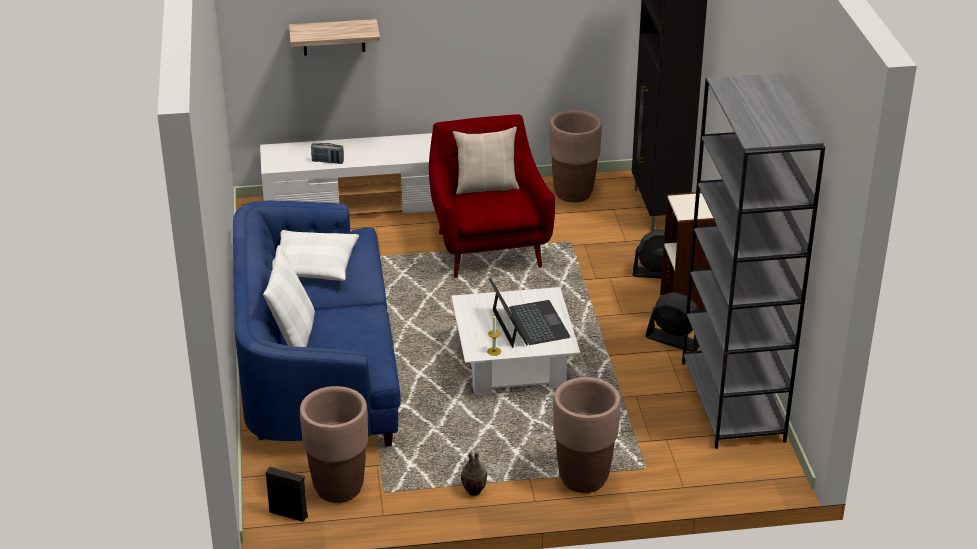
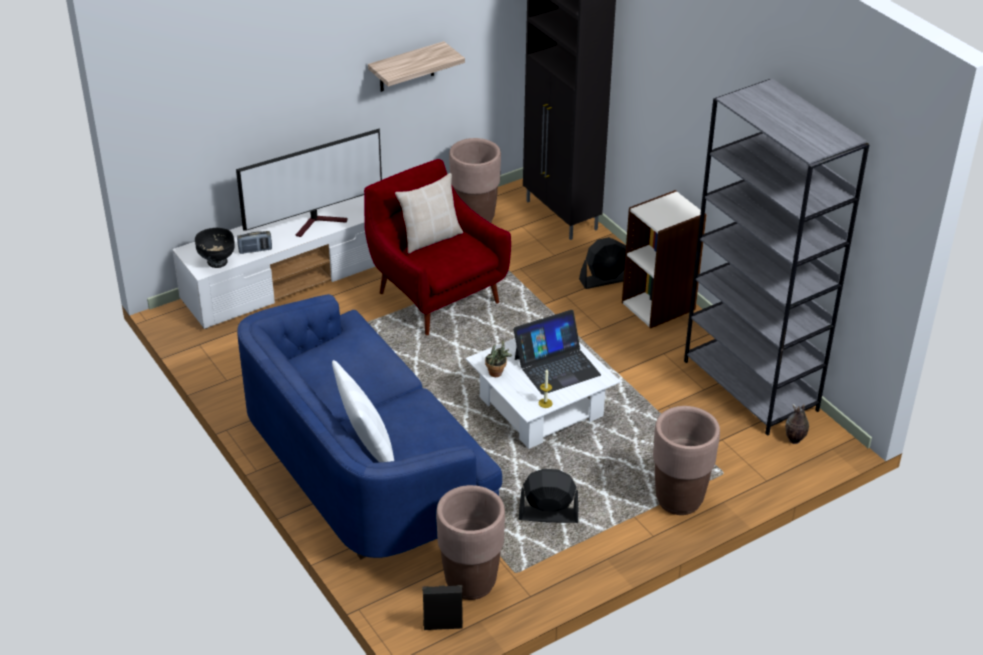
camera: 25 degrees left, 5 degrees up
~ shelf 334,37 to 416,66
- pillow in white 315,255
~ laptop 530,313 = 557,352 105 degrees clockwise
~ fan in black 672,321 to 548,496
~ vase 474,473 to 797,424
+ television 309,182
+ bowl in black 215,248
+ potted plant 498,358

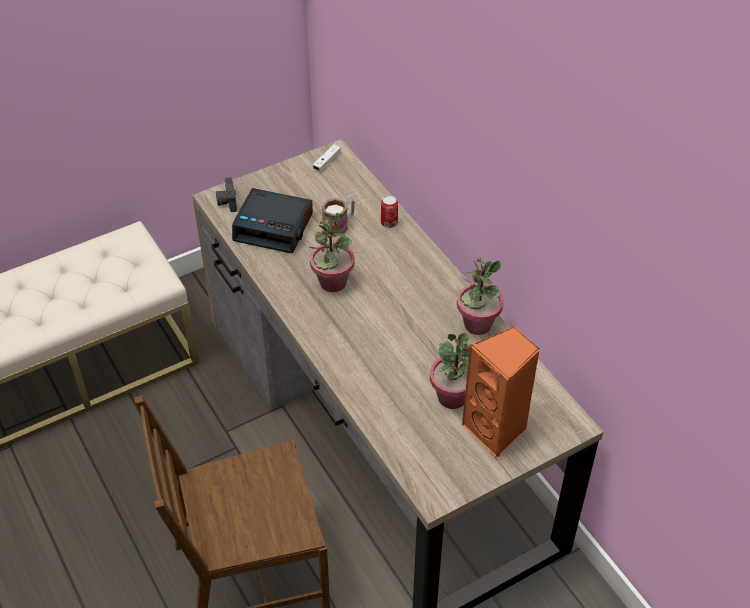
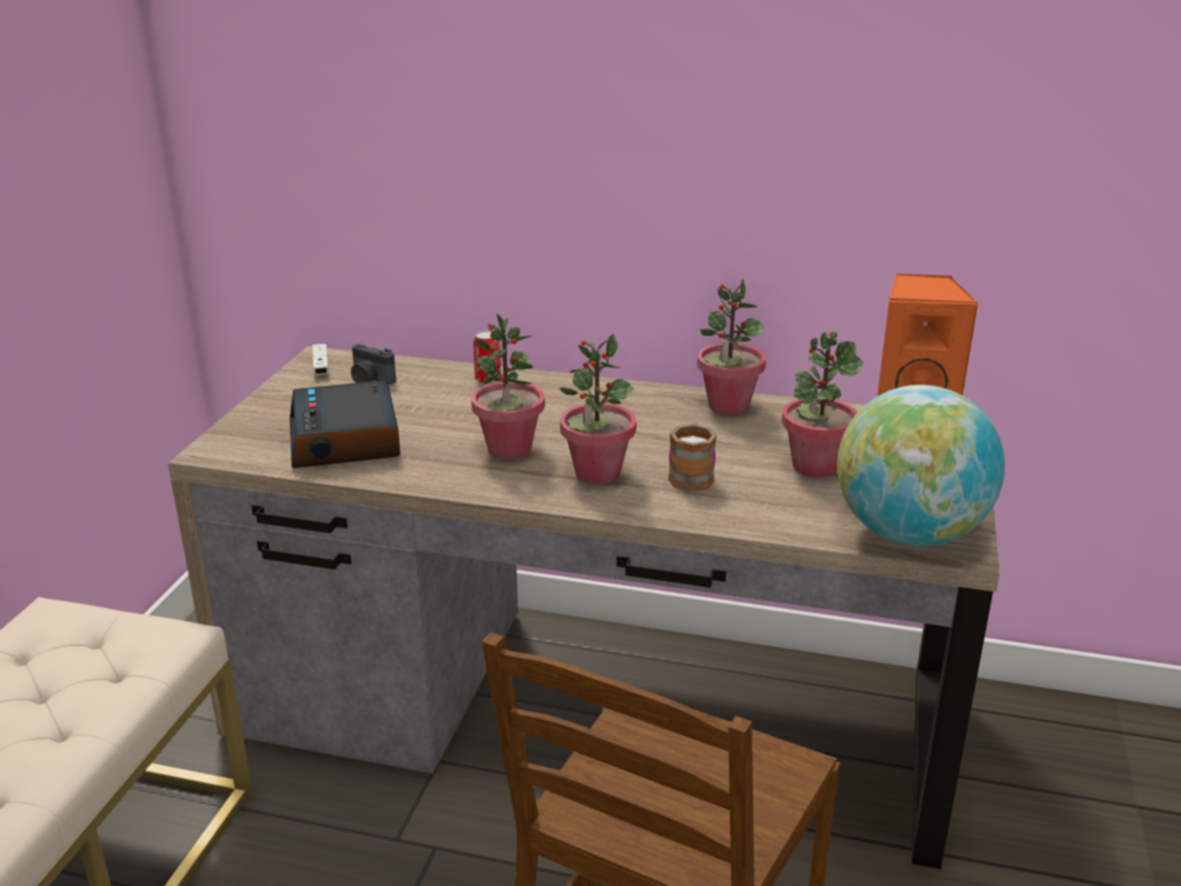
camera: 45 degrees left, 20 degrees down
~ photo camera 226,194 to 373,364
~ alarm clock 272,220 = 345,424 105 degrees clockwise
~ mug 338,217 to 692,456
+ potted plant 598,409
+ globe 921,465

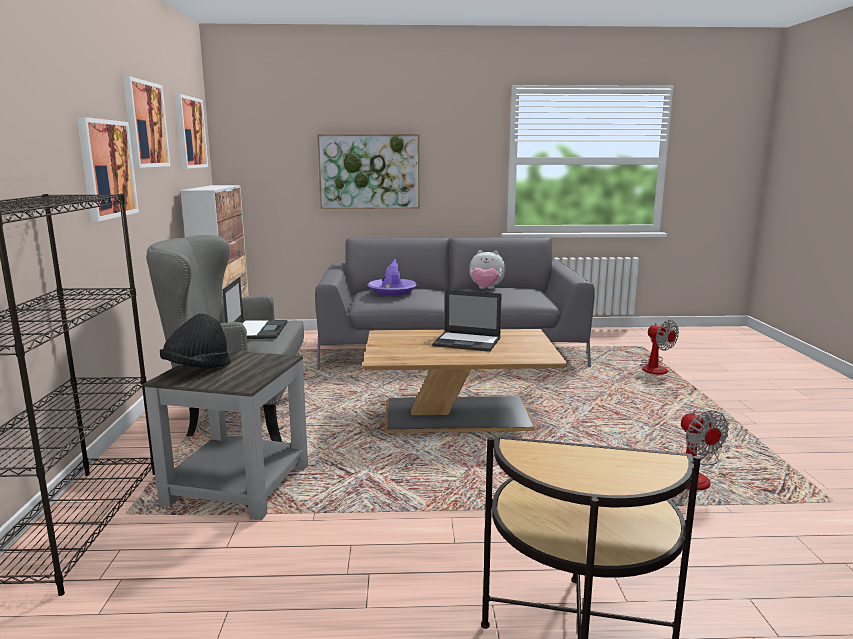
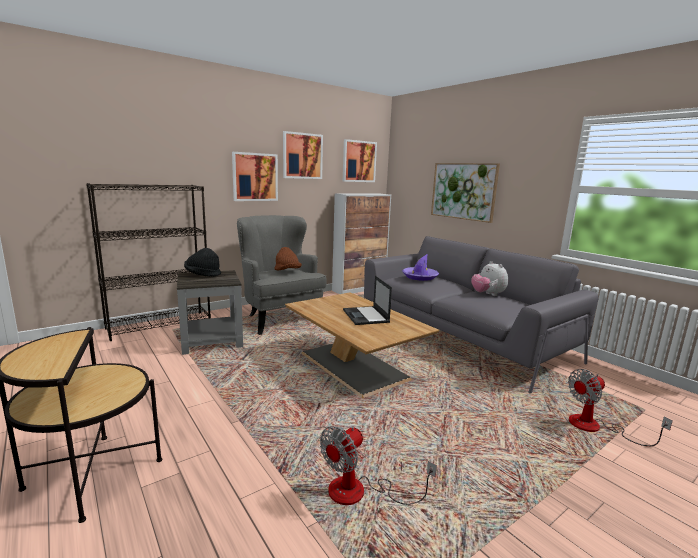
camera: 55 degrees right, 0 degrees up
~ laptop 255,308 to hat in brown 288,258
~ fan 659,347 = 620,407 45 degrees clockwise

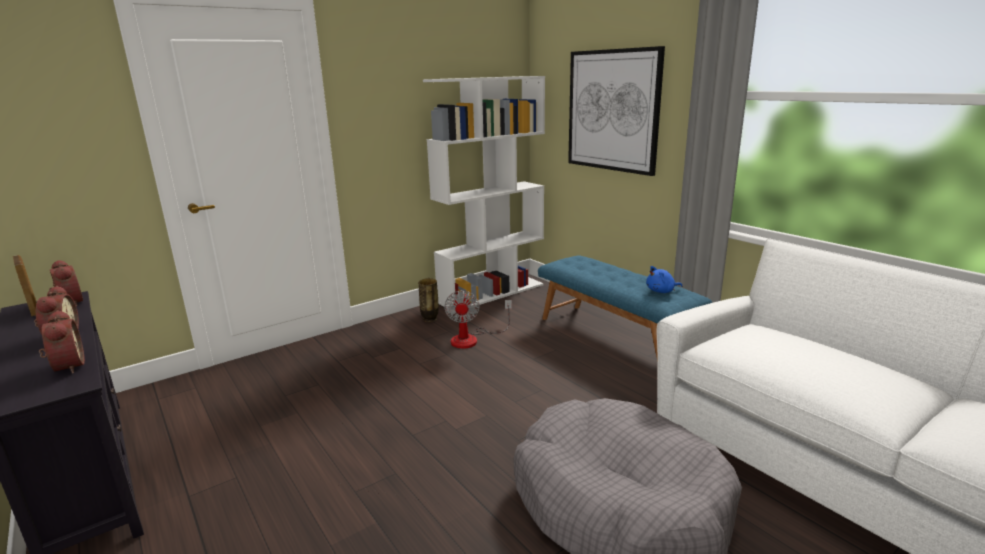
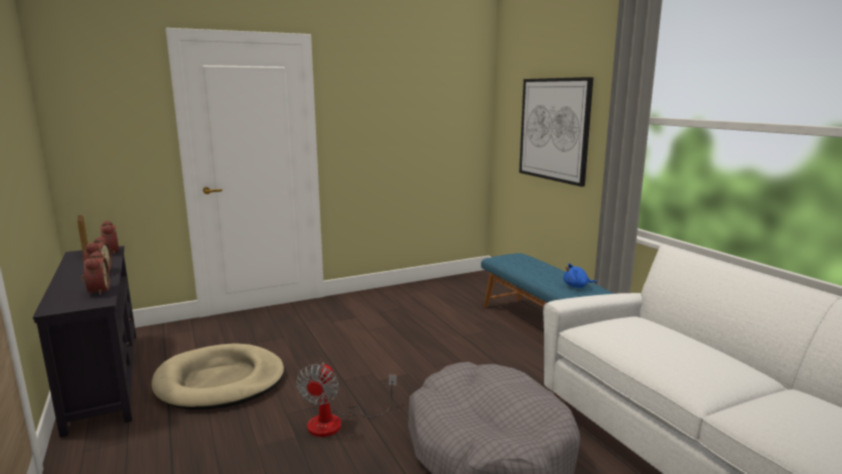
camera: 10 degrees right, 5 degrees down
- bookcase in white 484,192
- vase 428,300
~ fan 478,319 to 346,400
+ dog bed in beige 217,376

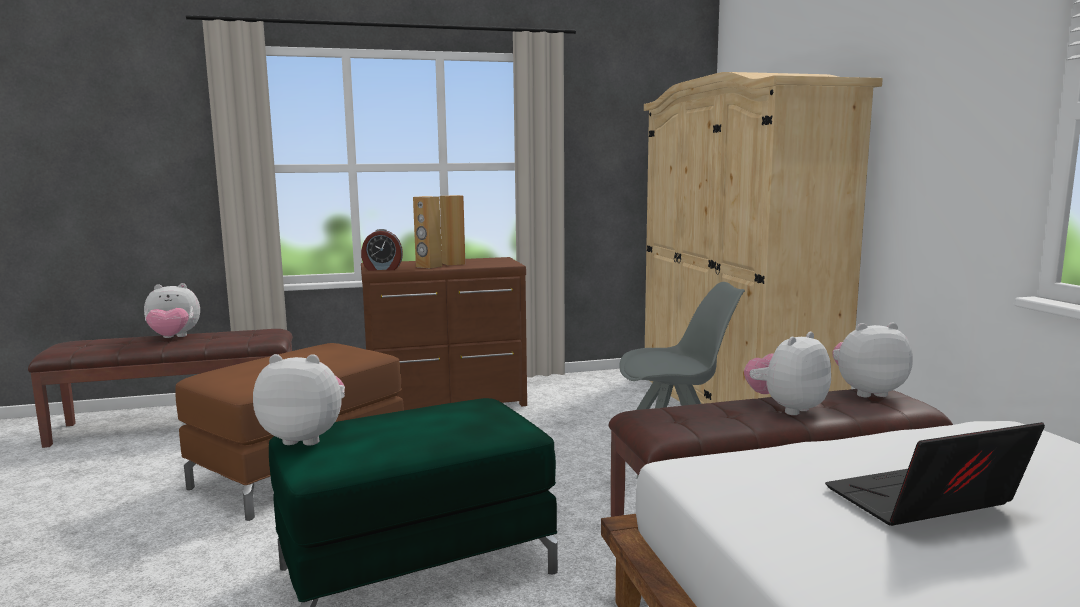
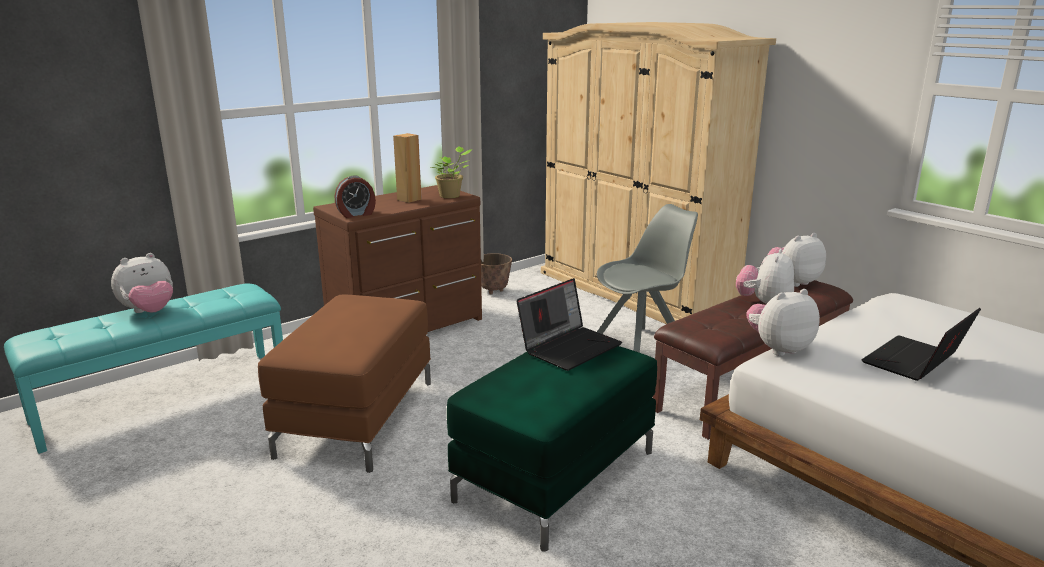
camera: 25 degrees left, 10 degrees up
- speaker in brown 427,232
~ bench in brown 160,388 to bench in turquoise 143,369
~ plush toy 299,399 to 783,322
+ potted plant 451,172
+ planter 496,274
+ laptop 569,324

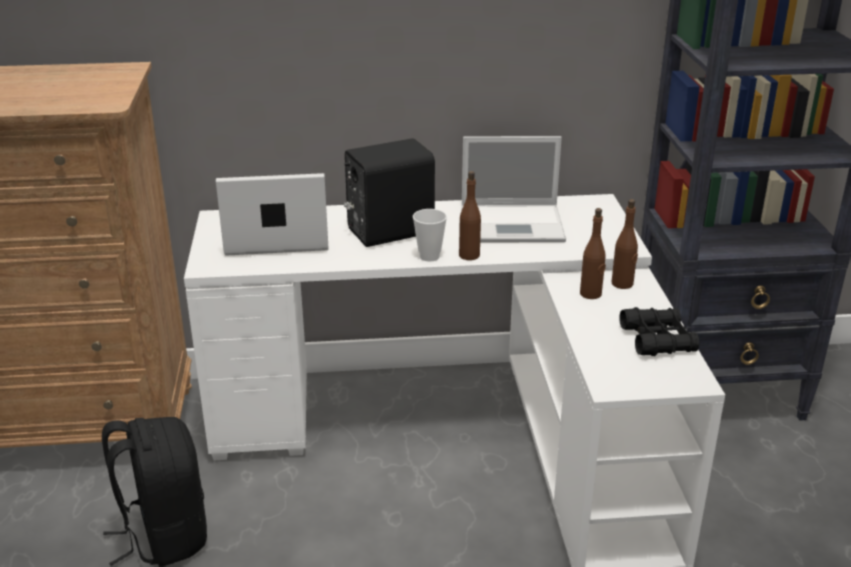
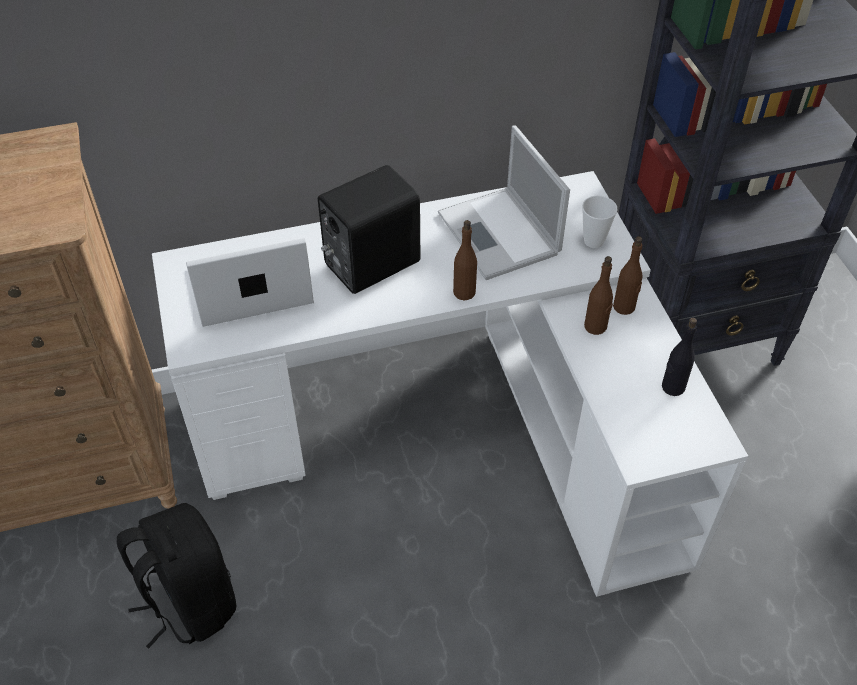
camera: 10 degrees left, 20 degrees up
~ laptop 514,189 = 504,202 75 degrees clockwise
~ cup 430,235 to 600,222
~ binoculars in black 659,331 to bottle in black 679,357

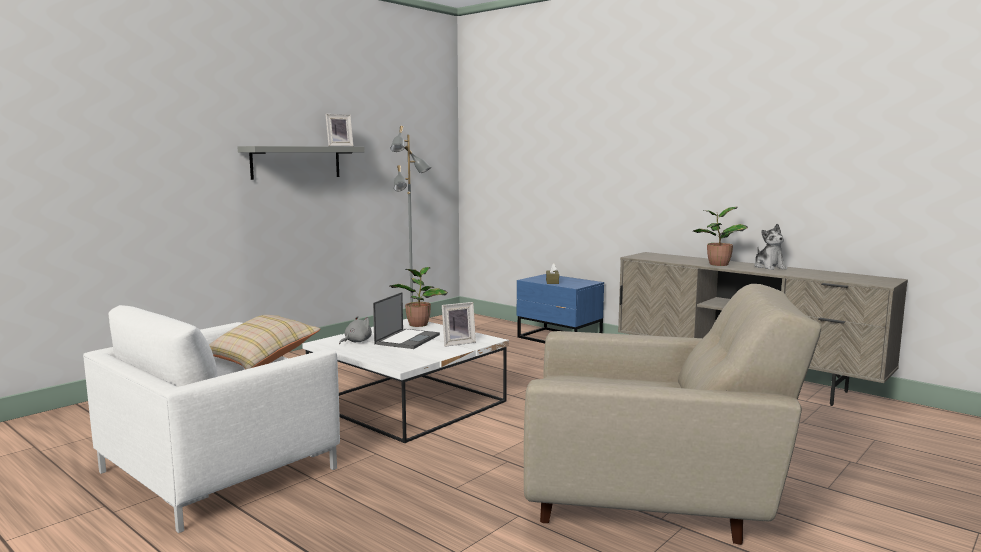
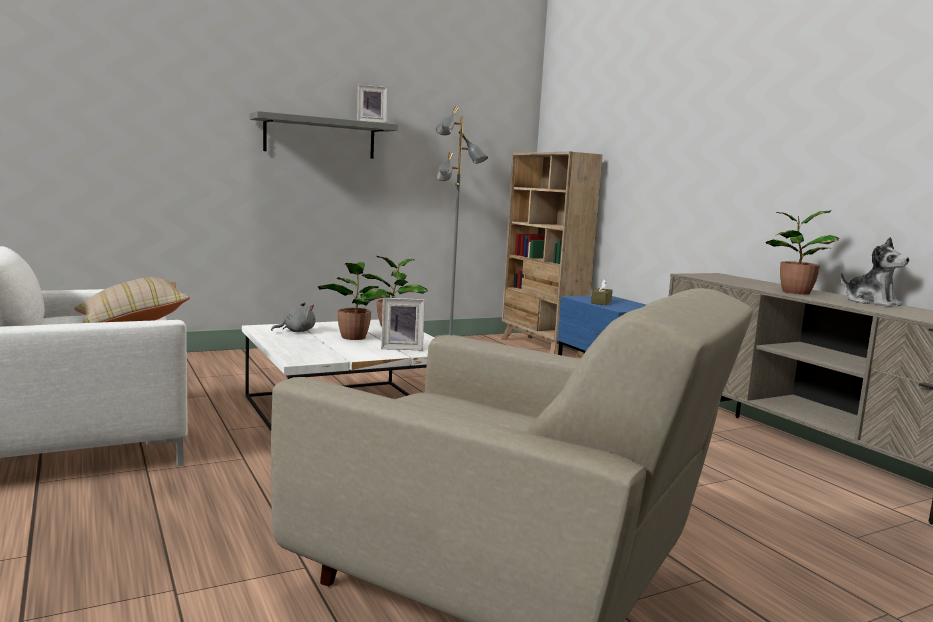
camera: 20 degrees right, 0 degrees up
~ plush toy 770,247 = 874,272 45 degrees counterclockwise
~ laptop 406,320 to potted plant 354,301
+ bookcase in beige 552,255

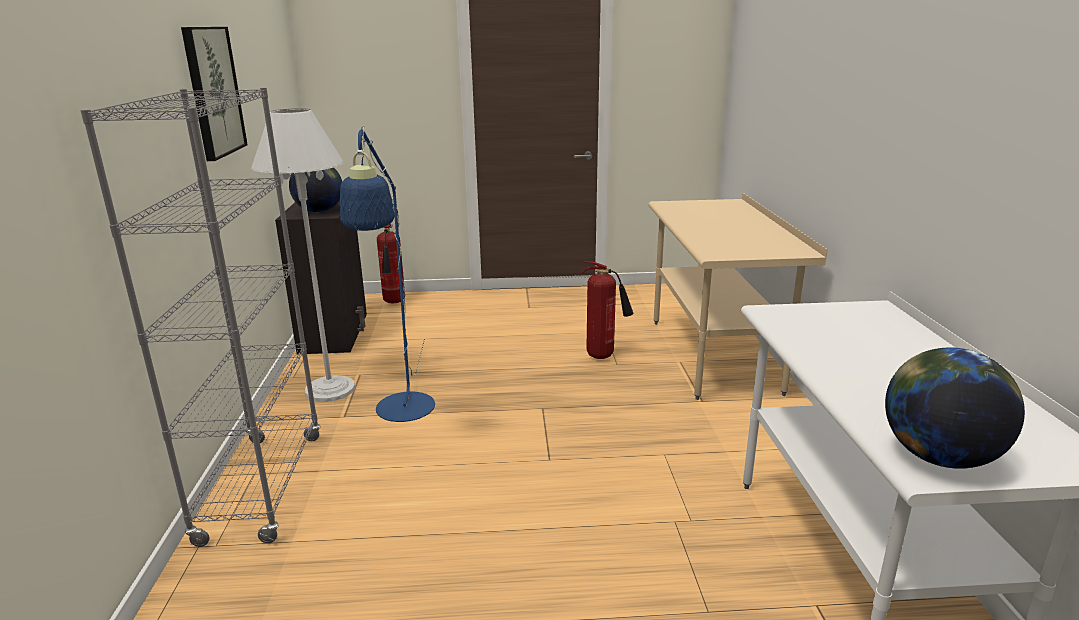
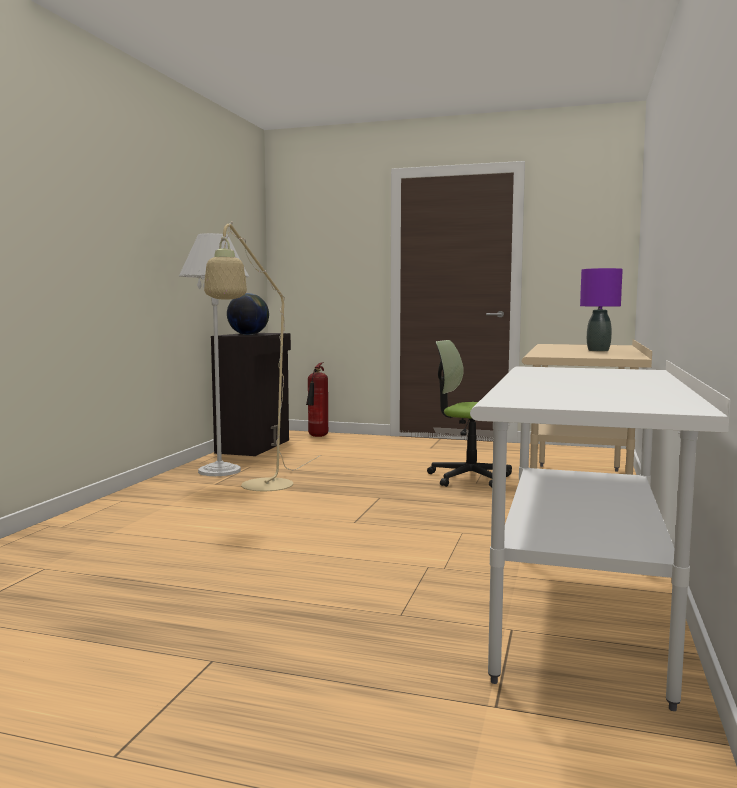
camera: 20 degrees right, 15 degrees down
- picture 214,94
- bookcase in grey 200,317
~ floor lamp in blue 387,274 to floor lamp in beige 262,356
~ fire extinguisher 607,310 to office chair 469,413
- globe 955,408
+ table lamp in purple 601,309

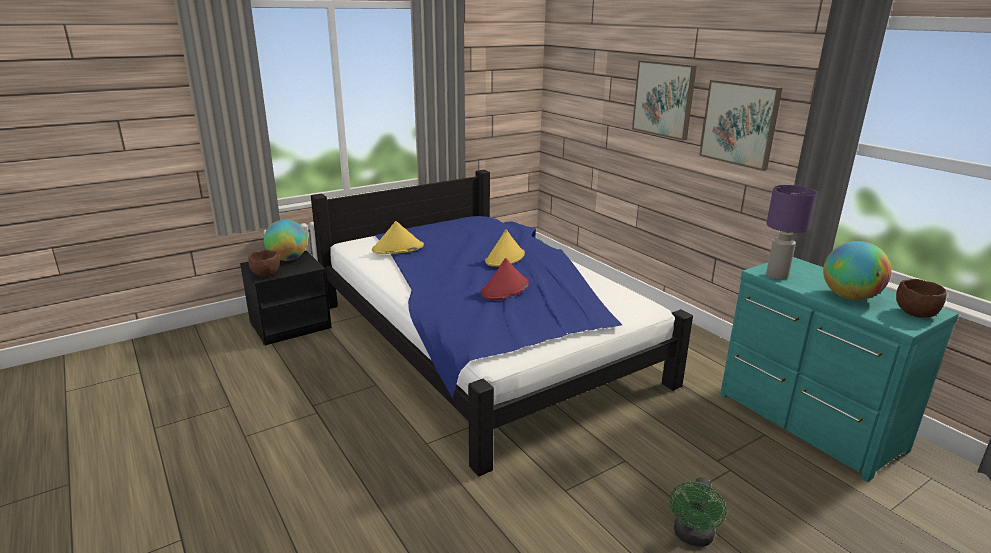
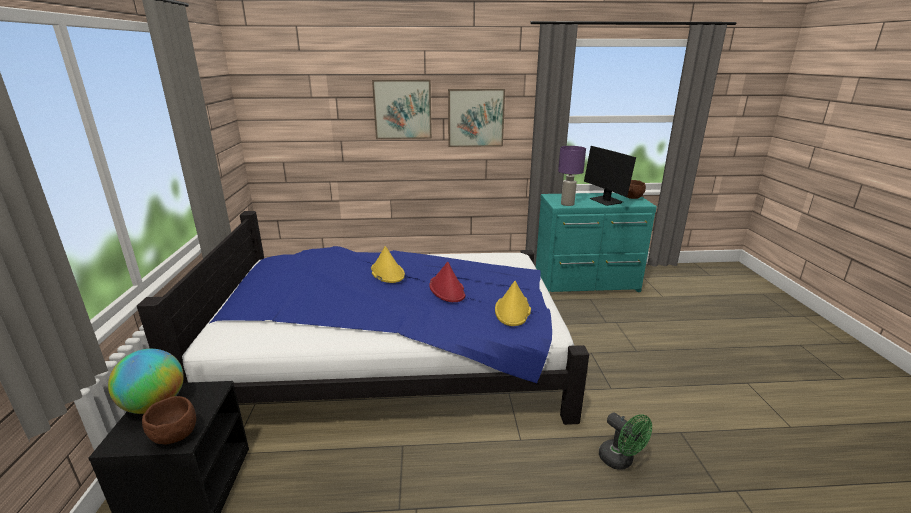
camera: 60 degrees left, 0 degrees up
~ hat in yellow 398,237 to 513,303
~ globe 857,270 to monitor 610,176
~ fan in green 698,512 to 625,441

